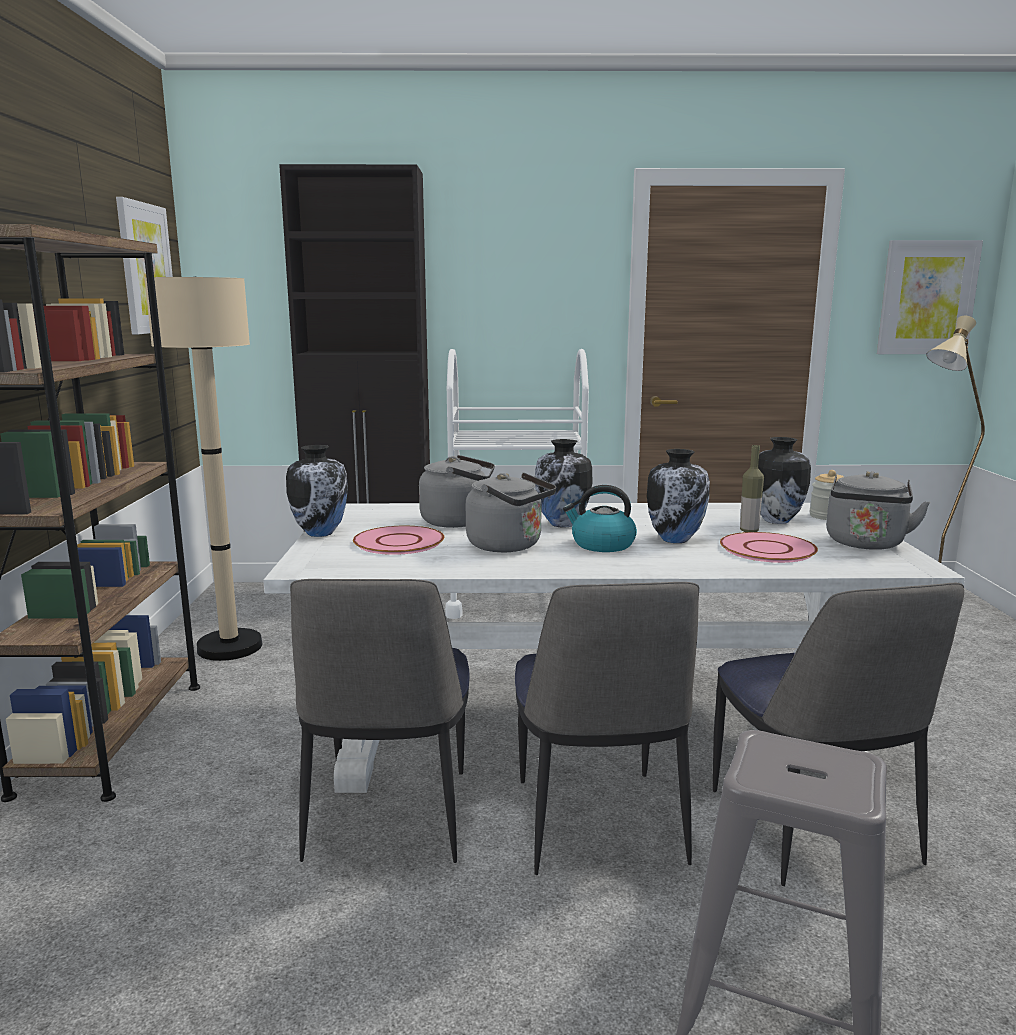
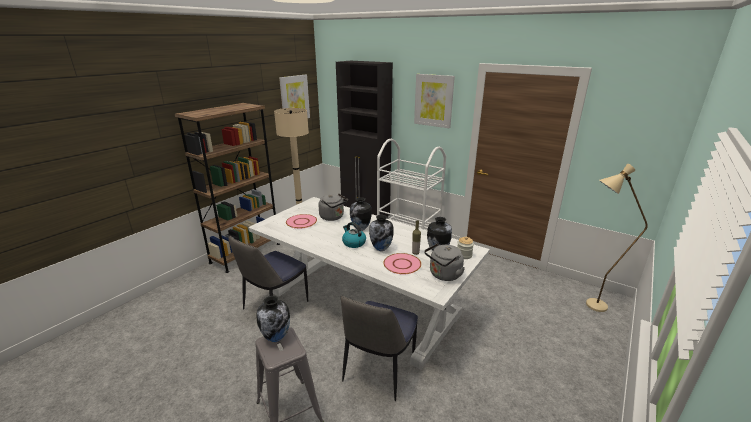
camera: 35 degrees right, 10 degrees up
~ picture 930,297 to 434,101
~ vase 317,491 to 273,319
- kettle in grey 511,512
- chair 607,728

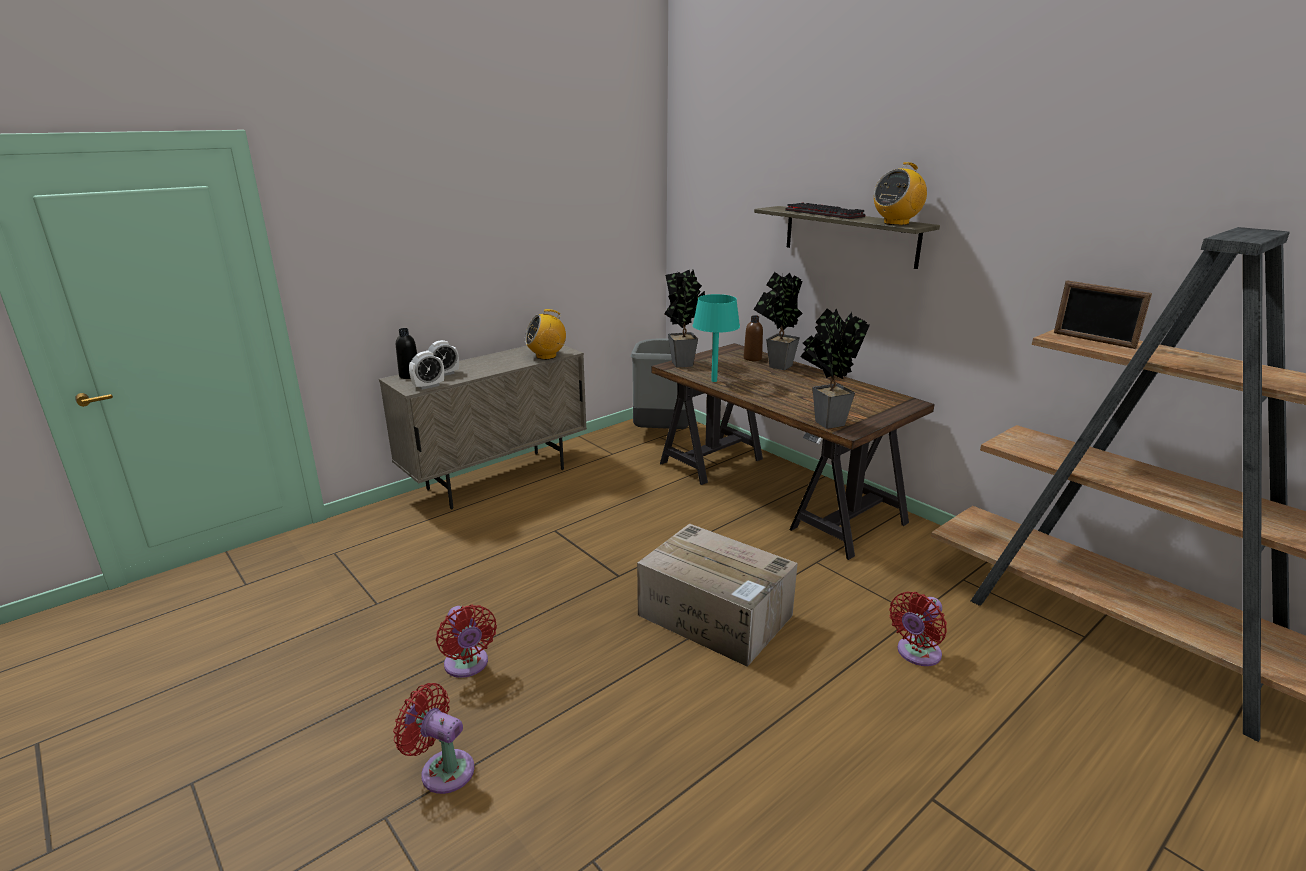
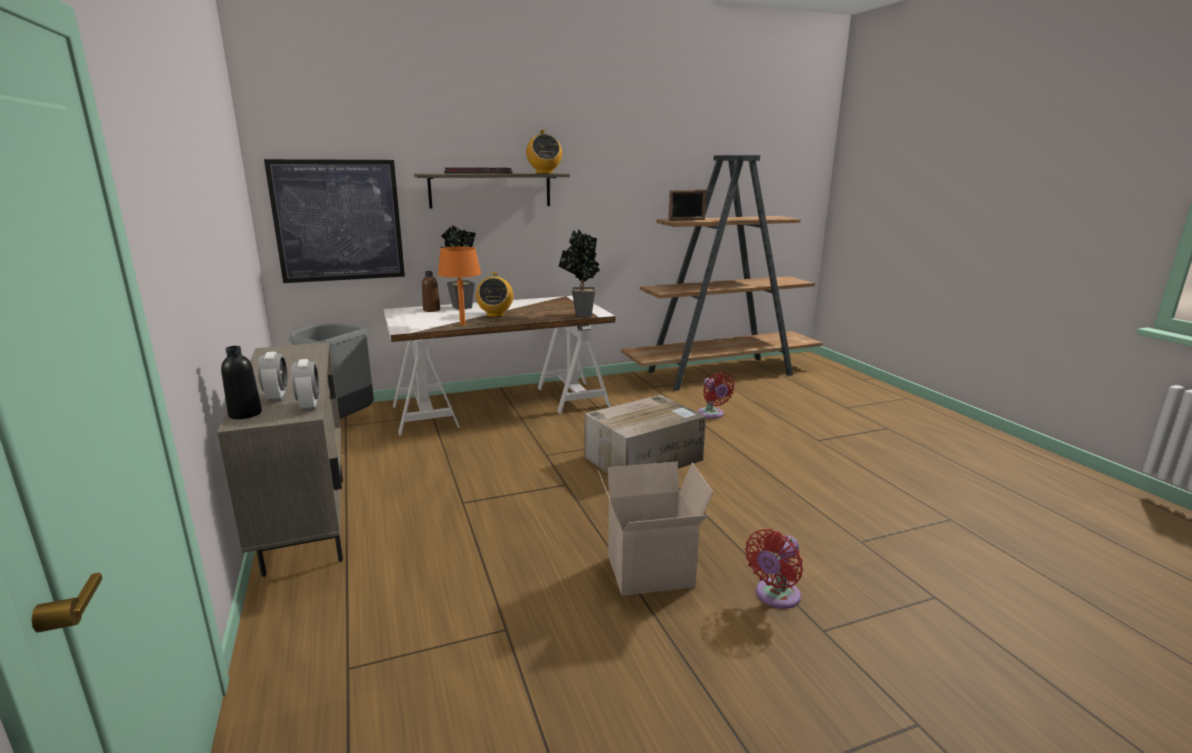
camera: 70 degrees left, 5 degrees down
- potted plant 684,319
~ table lamp in turquoise 716,338 to table lamp in orange 459,286
~ radio 545,334 to 494,294
~ desk in brown 793,451 to desk in white 500,366
~ fan in red 466,641 to cardboard box 655,529
+ picture 334,221

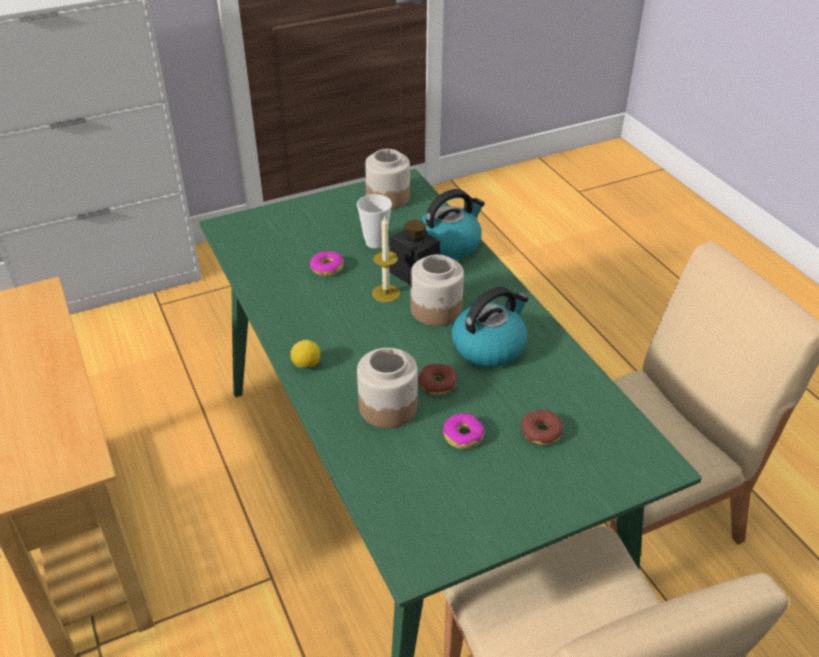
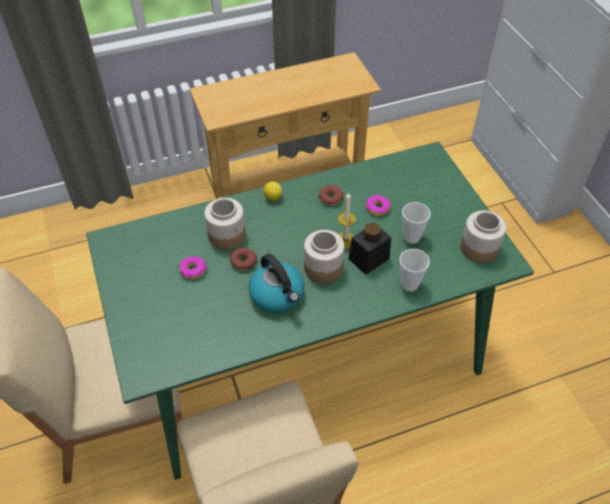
camera: 95 degrees right, 10 degrees up
~ kettle 452,224 to cup 414,270
~ donut 542,427 to 331,195

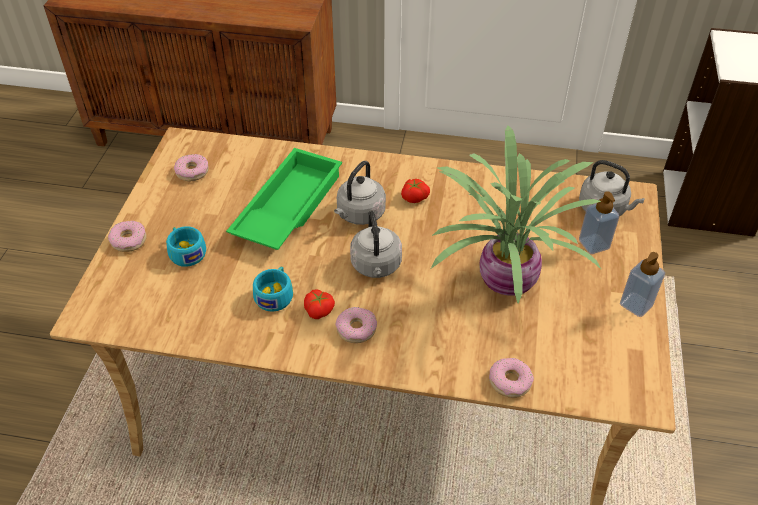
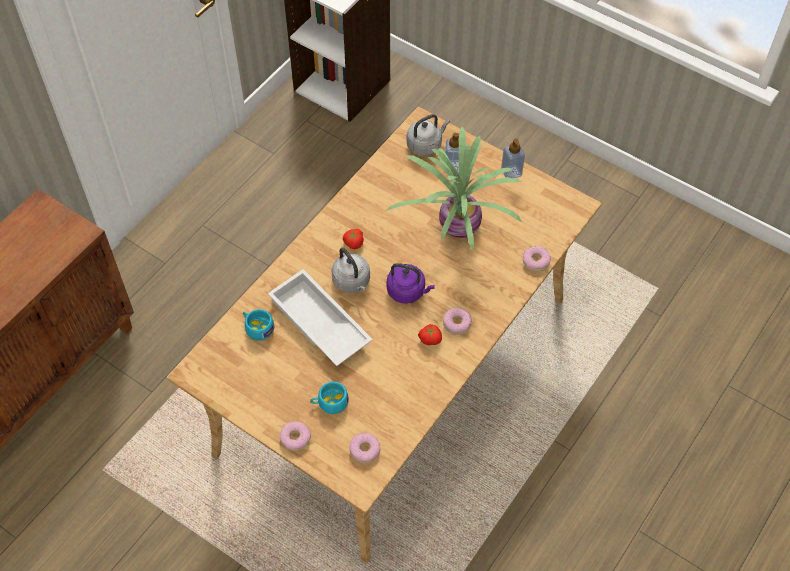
camera: 65 degrees left, 10 degrees up
~ tray in green 284,199 to tray in white 320,317
~ donut 191,167 to 365,448
~ kettle in grey 376,244 to kettle in purple 411,283
~ cup in turquoise 273,289 to 258,325

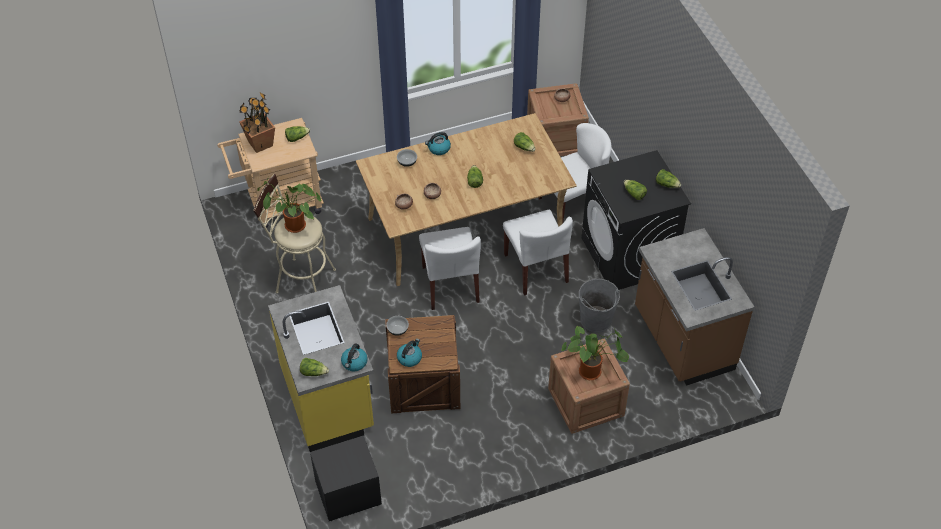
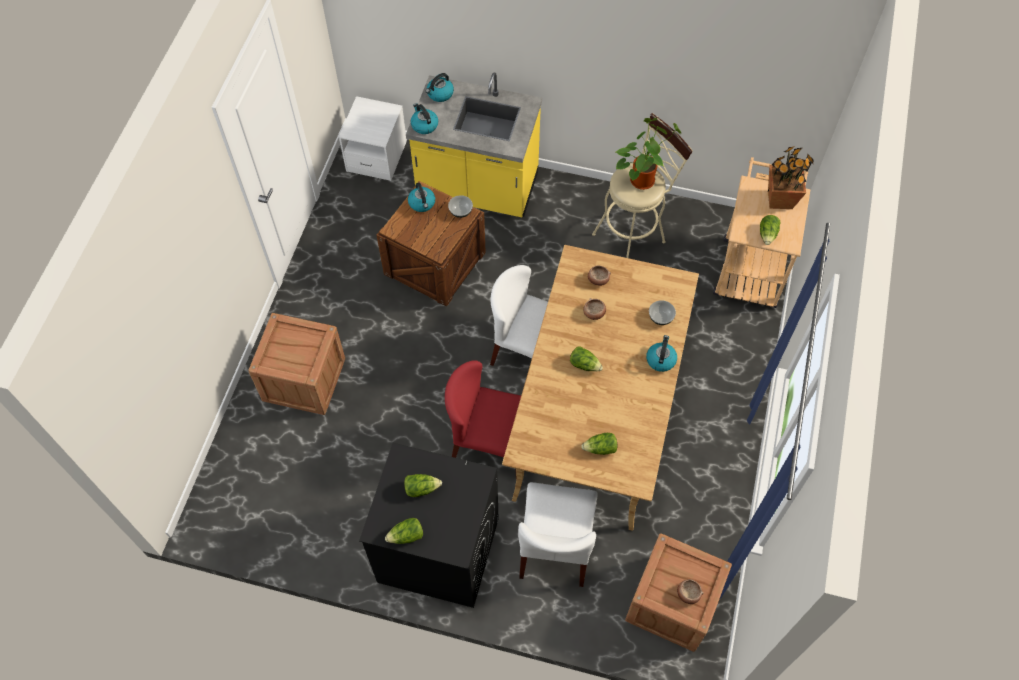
camera: 125 degrees right, 10 degrees up
~ chair in white 538,252 to chair in red 483,419
- counter in brown 694,307
- bucket in grey 599,306
- potted plant 595,353
~ lettuce 314,367 to kettle 439,87
~ nightstand in black 346,478 to nightstand in white 373,138

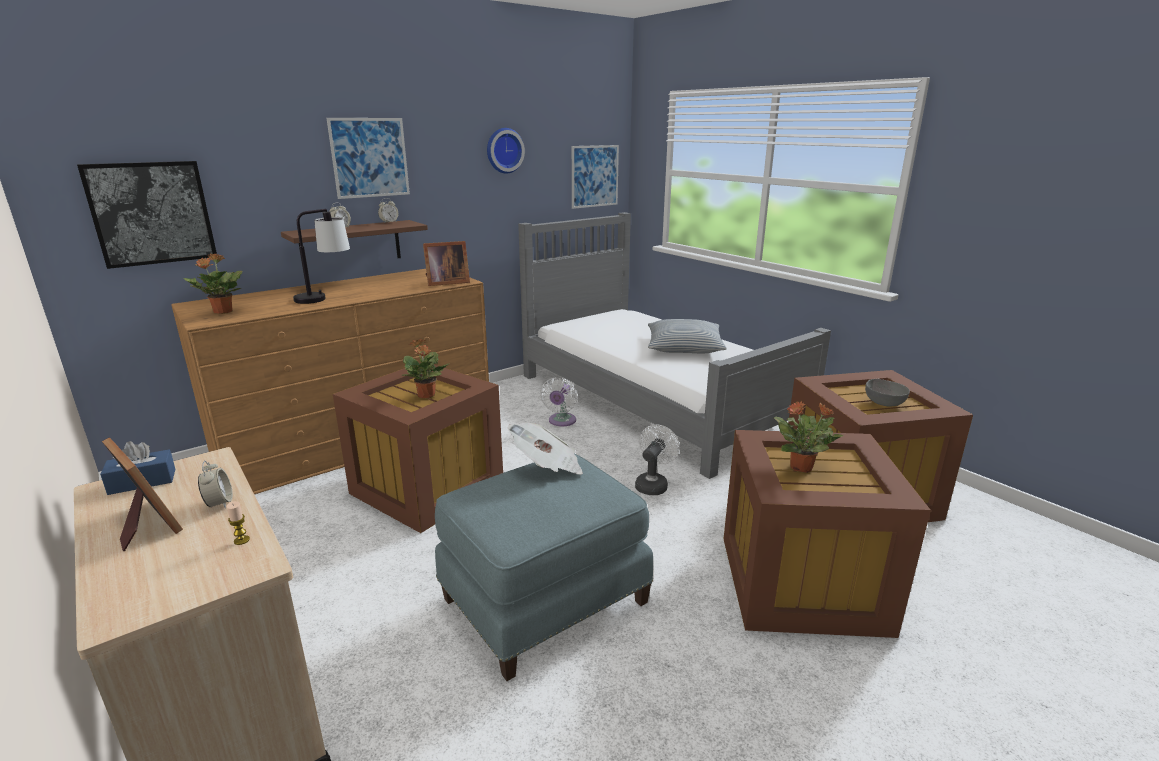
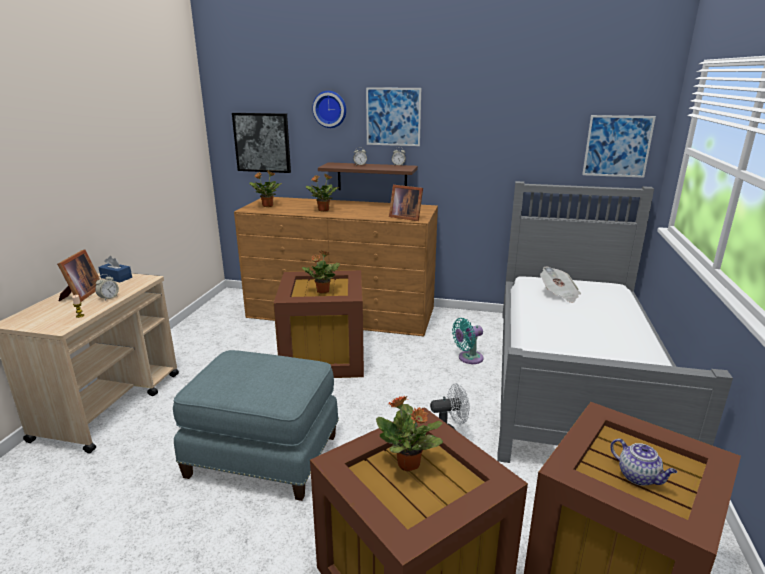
camera: 50 degrees right, 0 degrees up
~ wall clock 506,151 to 329,109
~ table lamp 321,256 to potted plant 322,193
- pillow 687,336
~ fan in white 558,401 to fan in turquoise 468,341
~ bowl in grey 887,392 to teapot 643,462
~ newspaper 545,448 to 560,284

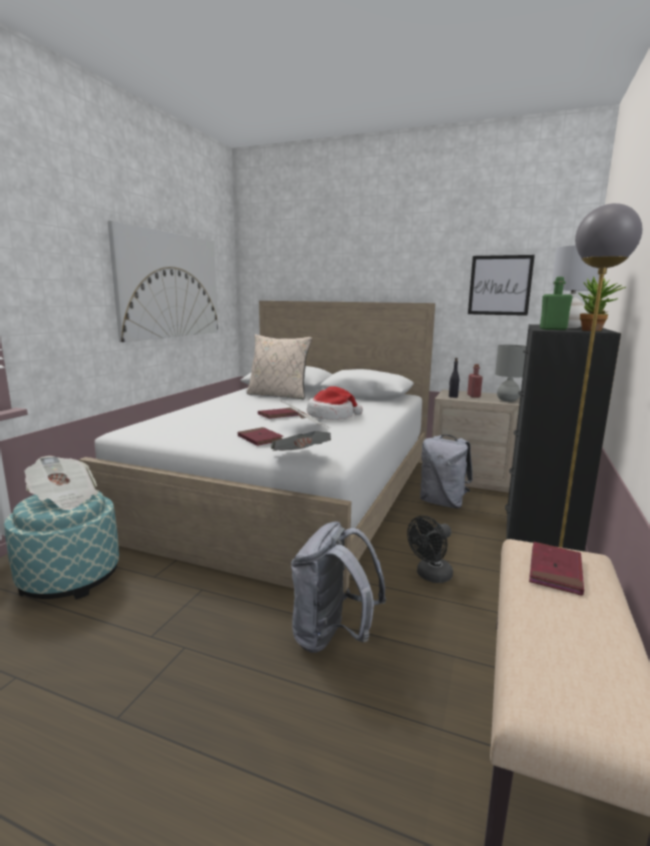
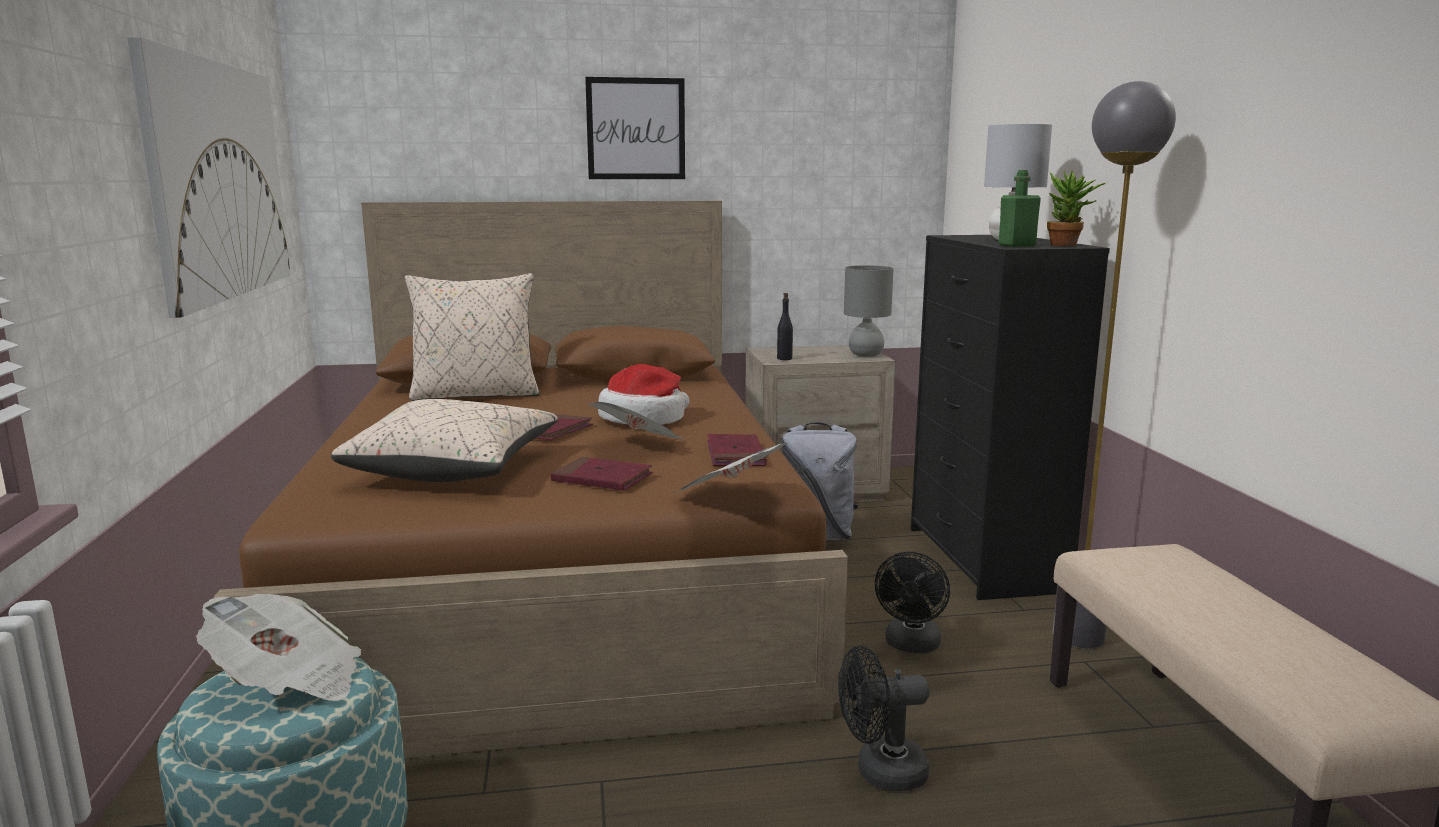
camera: 30 degrees left, 0 degrees up
~ picture 501,285 to 635,128
~ bed in white 257,446 to bed in brown 530,480
- bottle in red 475,381
~ backpack in grey 338,587 to fan in black 883,718
~ book in red 556,569 to 737,450
+ pillow in beige 444,440

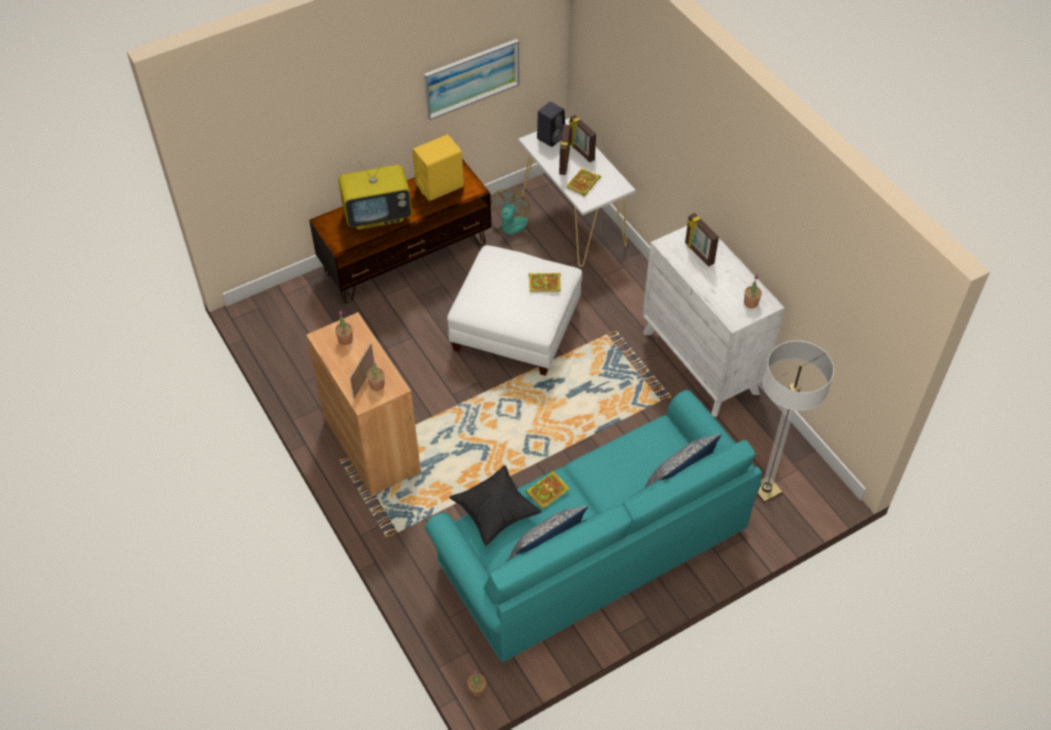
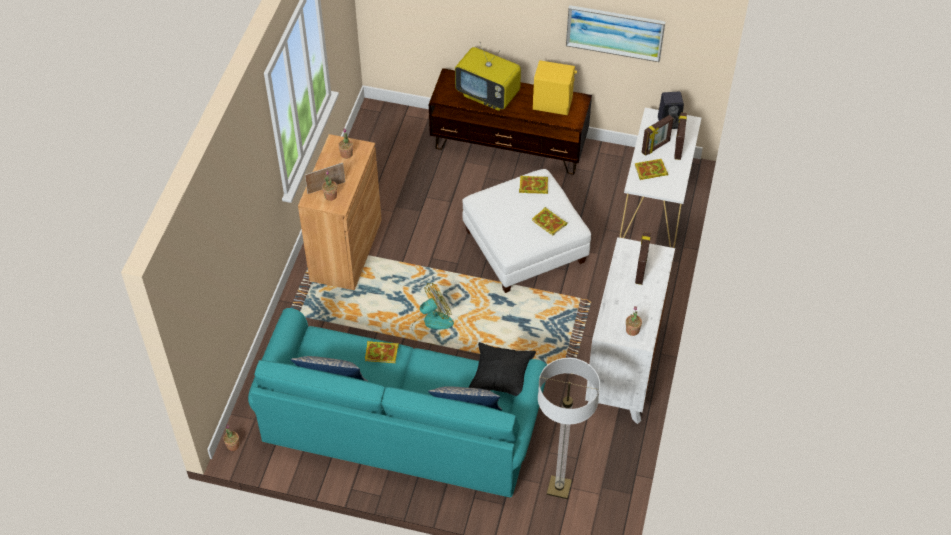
camera: 45 degrees right, 0 degrees up
~ fan 512,217 to 433,314
~ pillow in black 495,505 to 502,369
+ book 533,185

